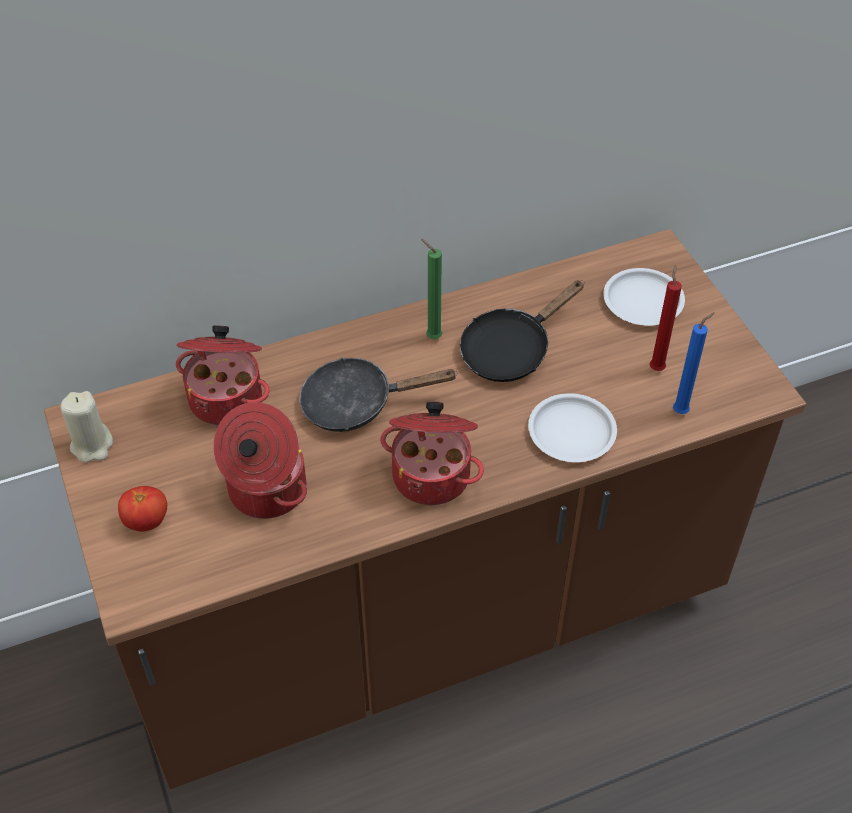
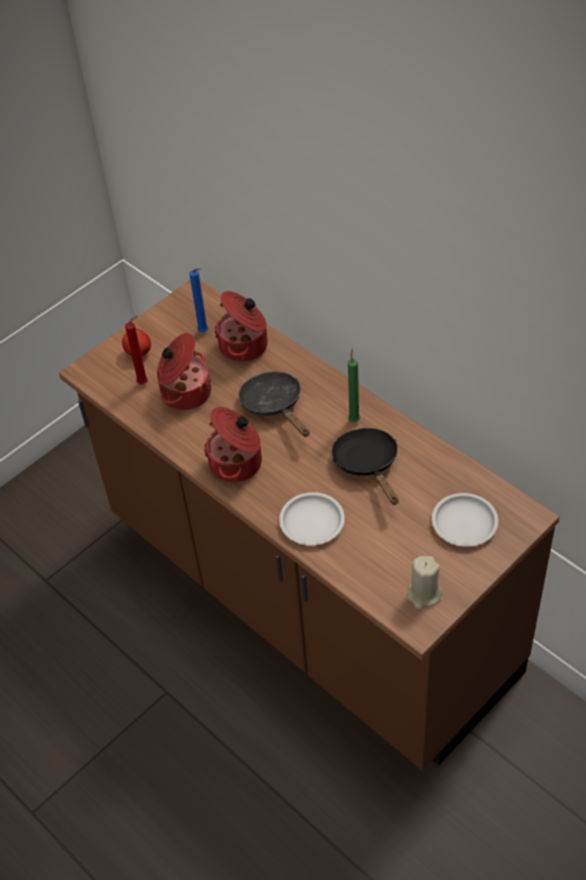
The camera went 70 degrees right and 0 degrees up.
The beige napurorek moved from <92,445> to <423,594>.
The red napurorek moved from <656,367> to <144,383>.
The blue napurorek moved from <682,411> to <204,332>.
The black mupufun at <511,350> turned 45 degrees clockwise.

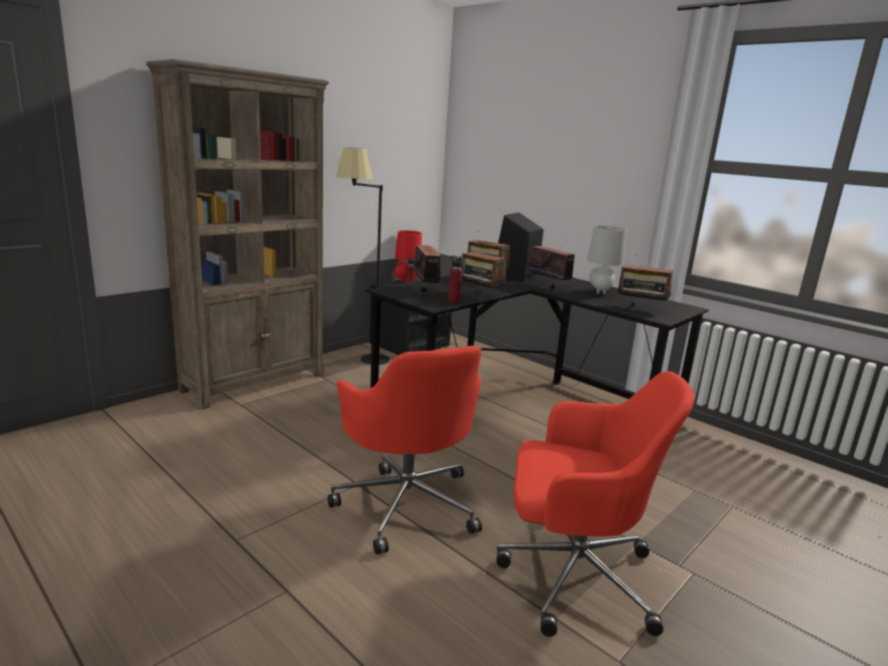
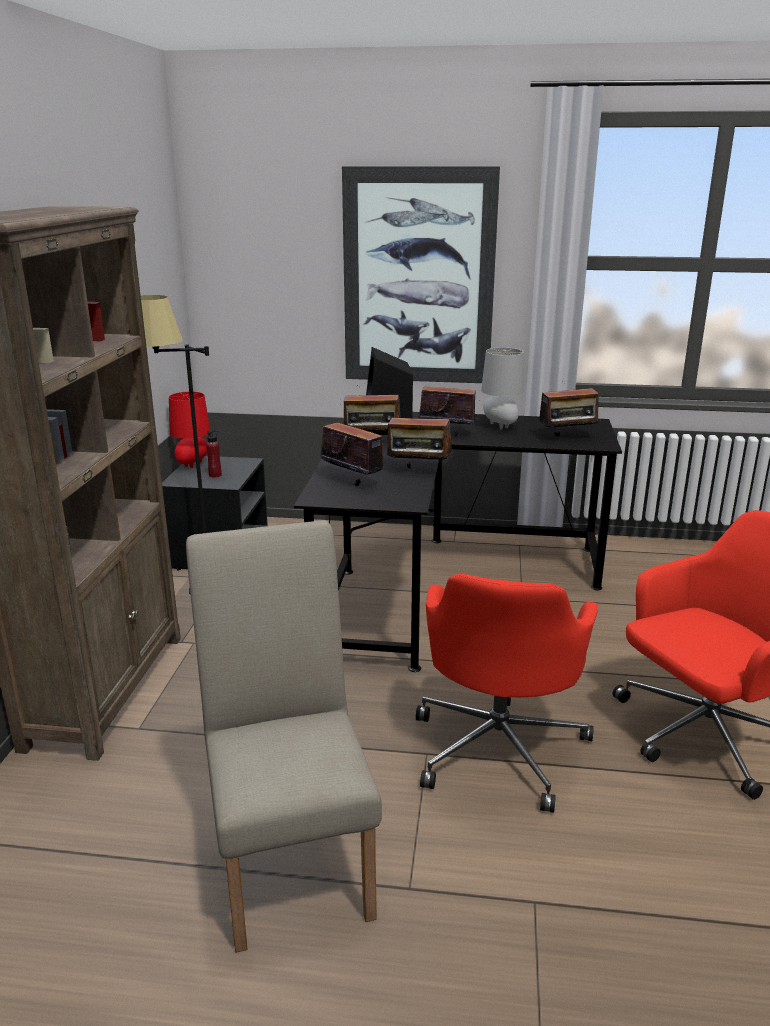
The camera went 35 degrees left and 5 degrees up.
The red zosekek at <453,301> disappeared.
The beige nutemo at <292,855> appeared.
The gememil at <418,278> appeared.
The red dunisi at <407,503> turned 75 degrees clockwise.

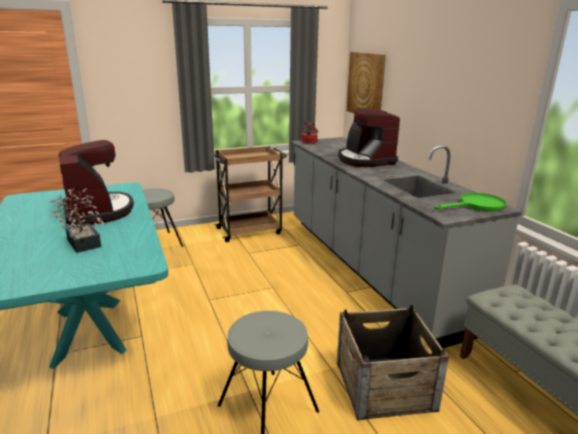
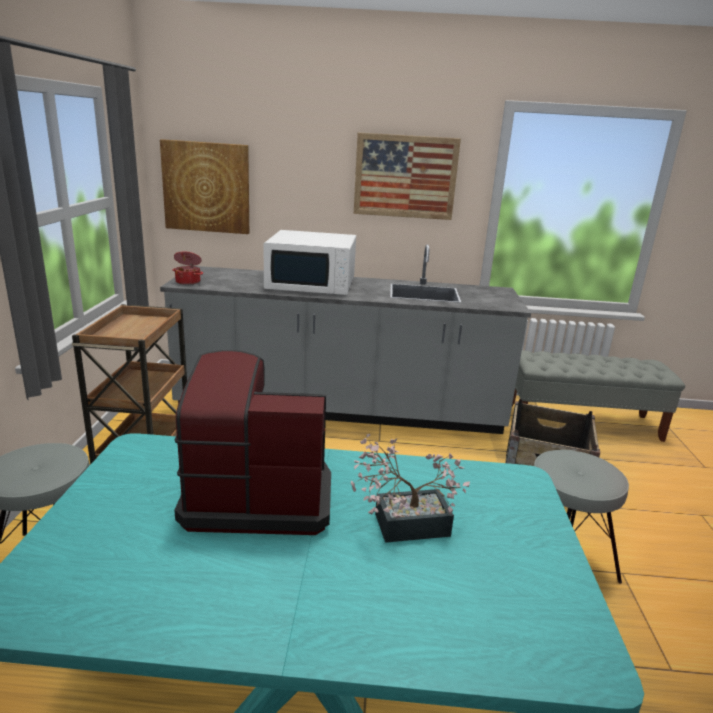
The camera went 65 degrees left and 0 degrees up.
The green mupufun at <476,206> disappeared.
The gememil at <405,176> appeared.
The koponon at <365,160> was replaced by the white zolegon at <312,284>.

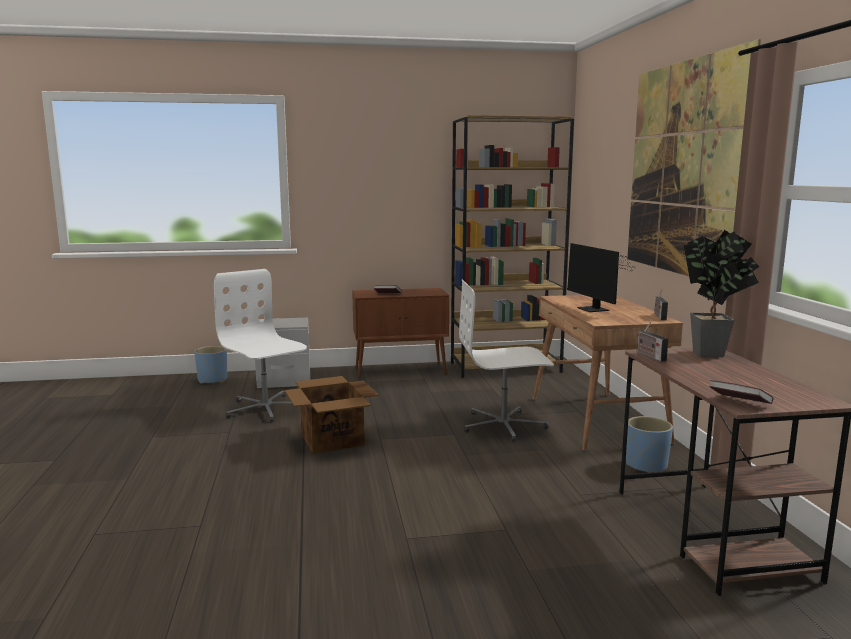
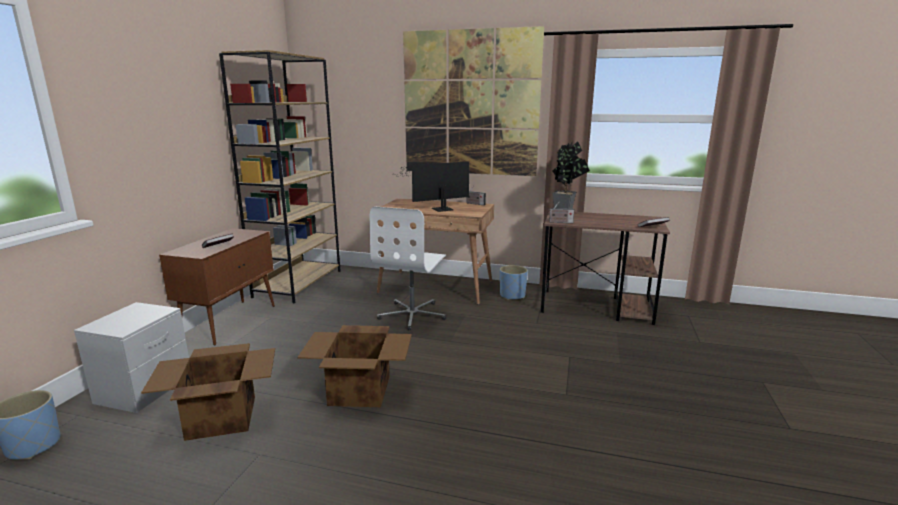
The camera went 65 degrees left and 5 degrees up.
The white dunisi at <265,409> was replaced by the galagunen at <220,417>.
The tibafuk at <594,310> turned 150 degrees clockwise.

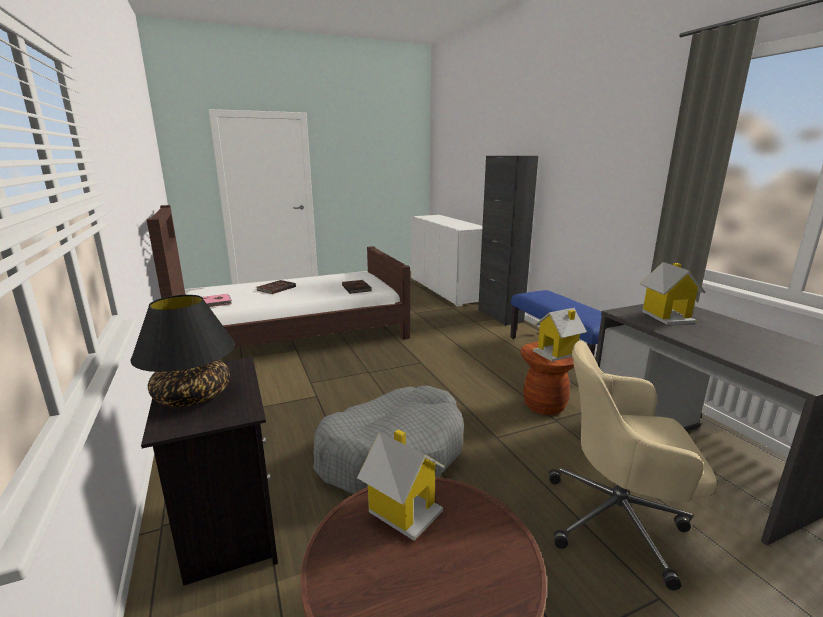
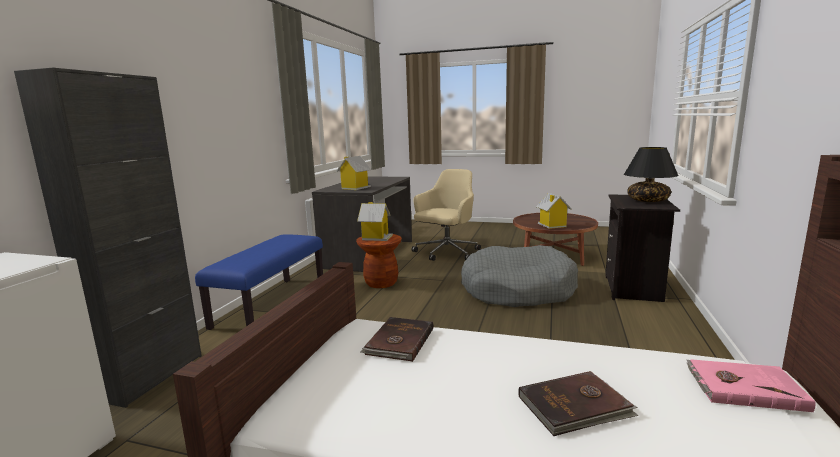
The camera went 140 degrees left and 5 degrees down.
The beige dunisi at <618,521> turned 105 degrees counterclockwise.

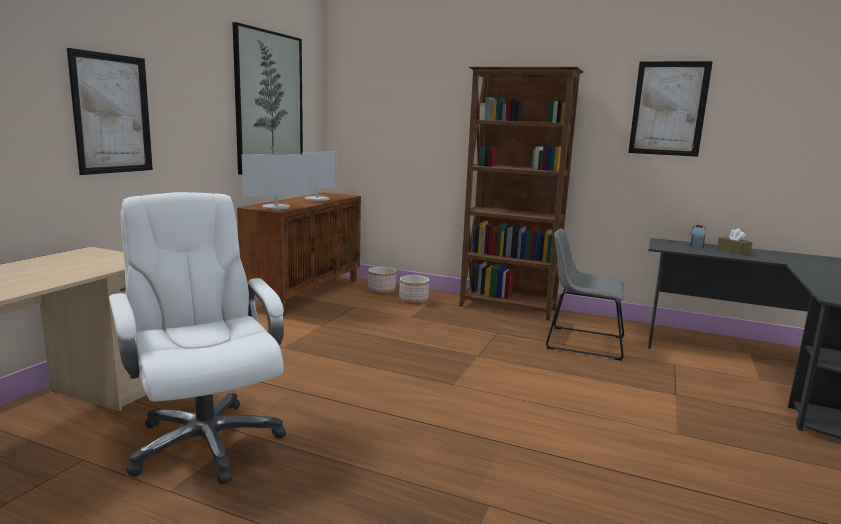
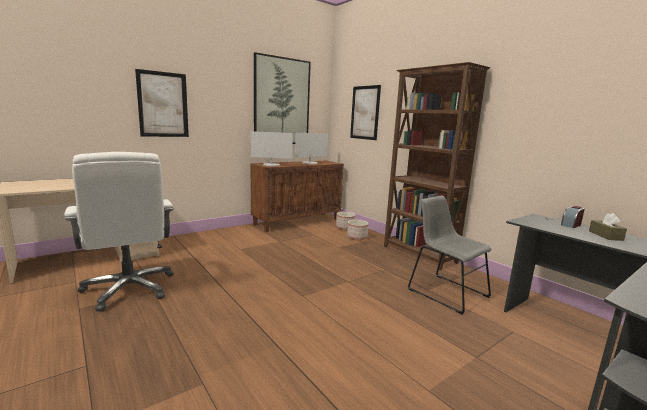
The camera went 30 degrees right and 0 degrees up.
The gememil moved from <668,108> to <365,112>.
The white dunisi at <205,442> turned 150 degrees clockwise.

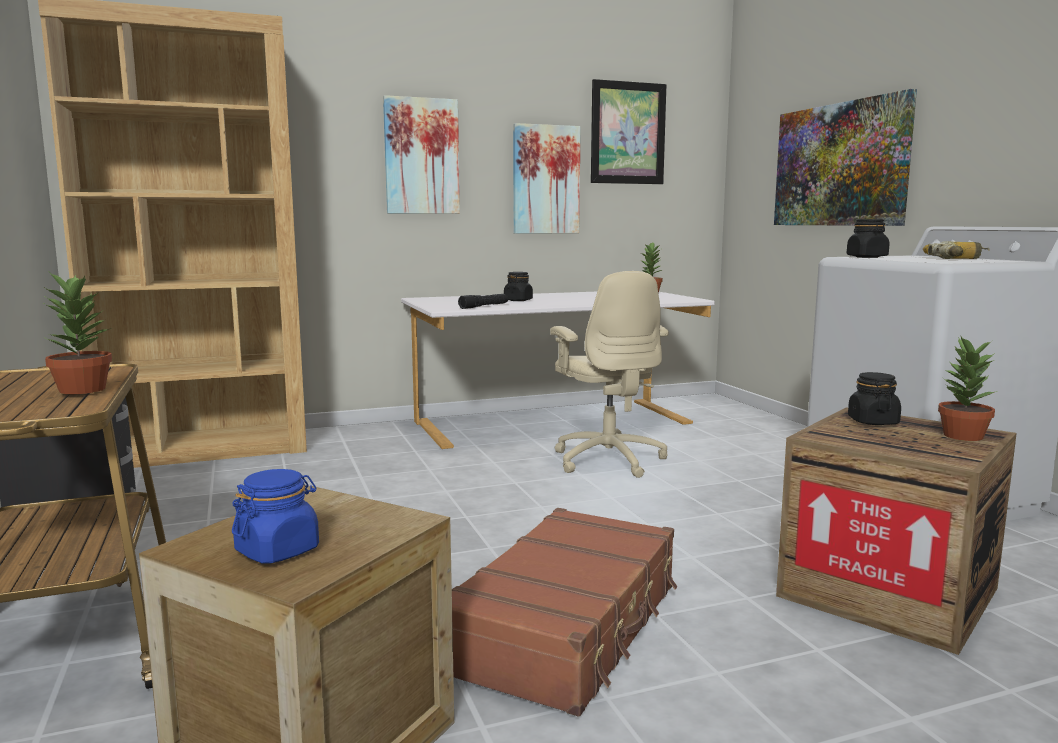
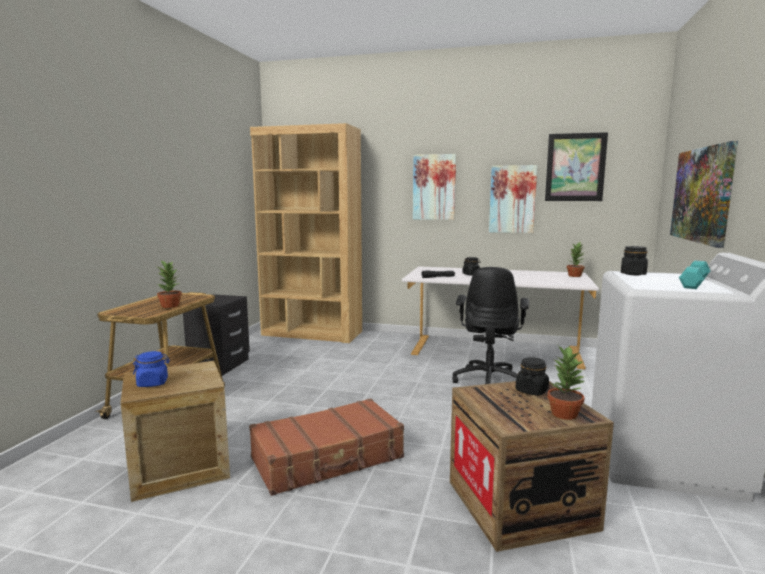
The camera went 35 degrees right and 0 degrees up.
The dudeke at <958,259> was replaced by the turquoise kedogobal at <694,283>.
The beige dunisi at <608,460> became the black dunisi at <489,380>.

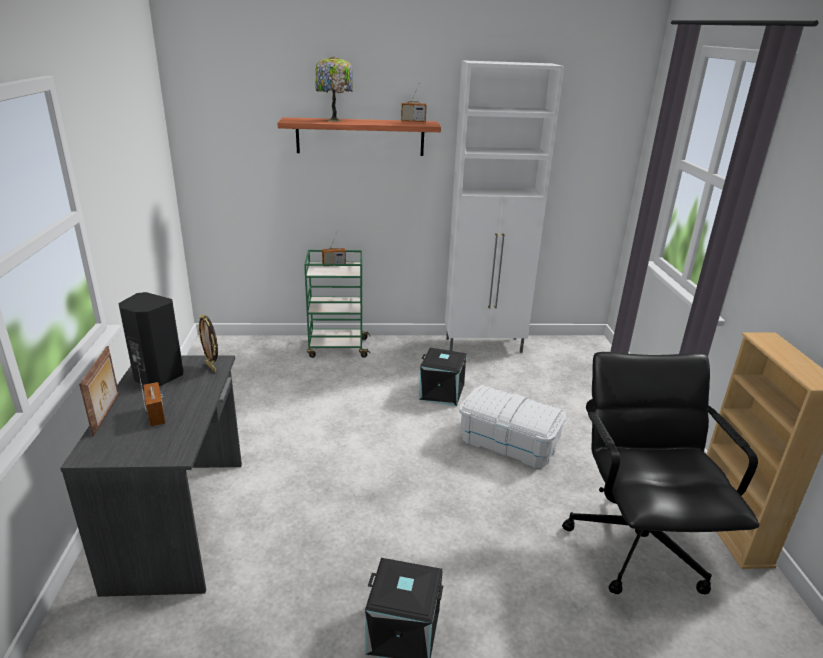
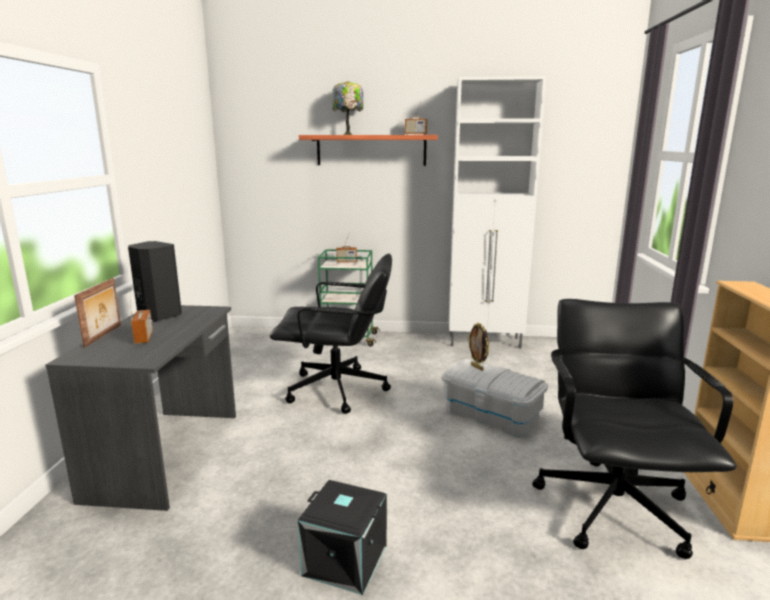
The camera went 10 degrees right and 10 degrees down.
The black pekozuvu at <442,392> disappeared.
The black dunisi at <338,390> appeared.
The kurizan moved from <212,367> to <477,367>.

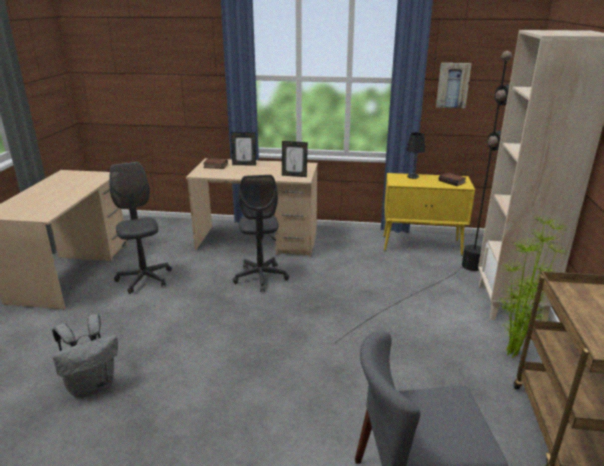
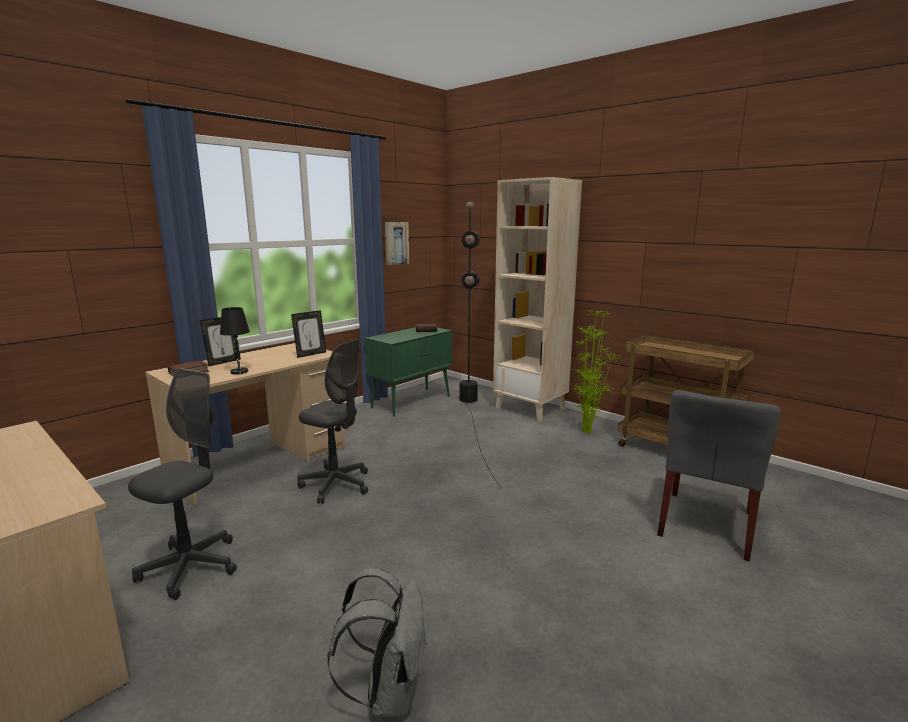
The camera went 55 degrees left and 10 degrees down.
The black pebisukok moved from <412,176> to <239,372>.
The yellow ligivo at <422,245> became the green ligivo at <412,401>.
The grey dunisi at <144,279> turned 105 degrees clockwise.

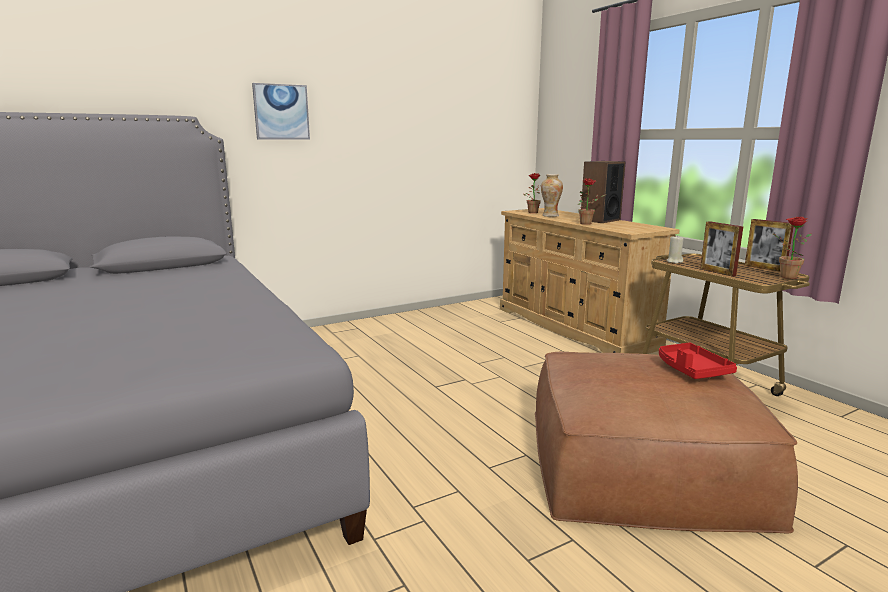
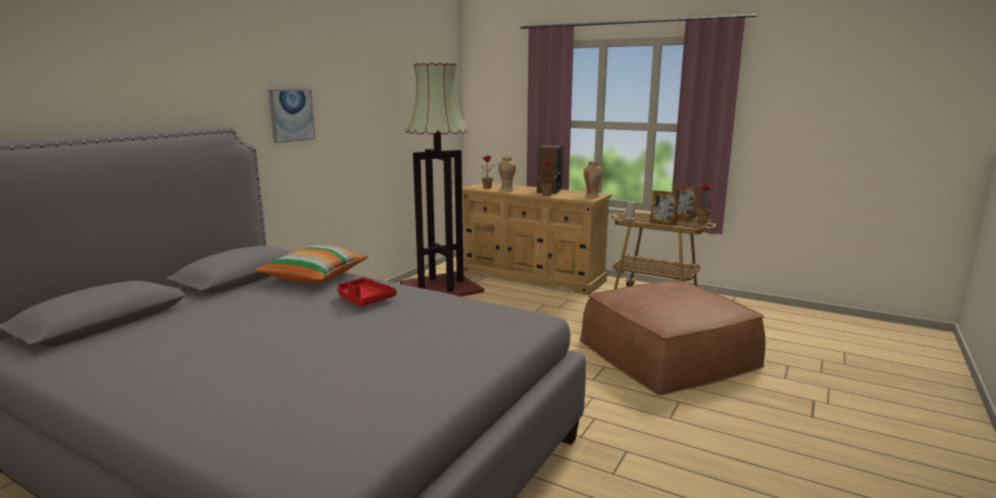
The camera went 30 degrees left and 0 degrees up.
The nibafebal at <315,277> appeared.
The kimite at <441,287> appeared.
The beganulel at <591,196> appeared.
The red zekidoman moved from <691,370> to <364,299>.

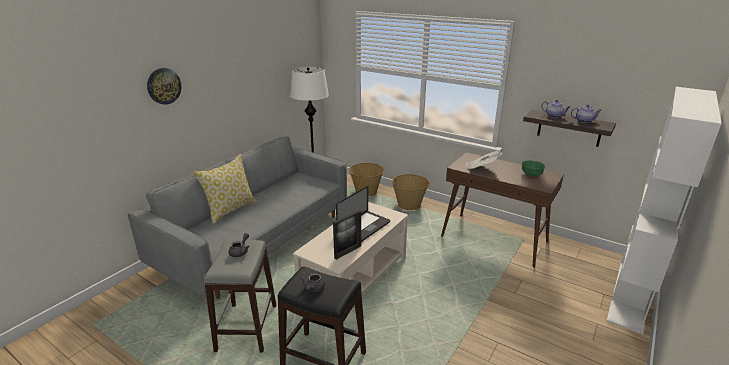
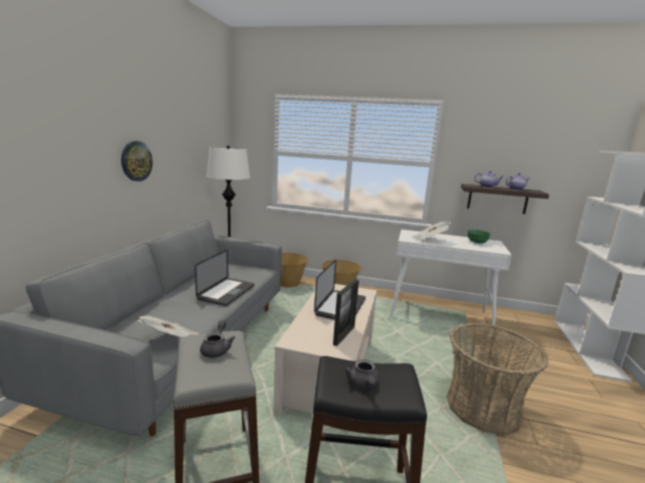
The camera went 20 degrees left and 10 degrees down.
The nibafebal at <230,210> disappeared.
The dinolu at <170,339> appeared.
The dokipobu at <226,292> appeared.
The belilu at <483,408> appeared.
The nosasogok moved from <164,86> to <136,161>.
The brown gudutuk at <494,239> became the white gudutuk at <439,314>.

